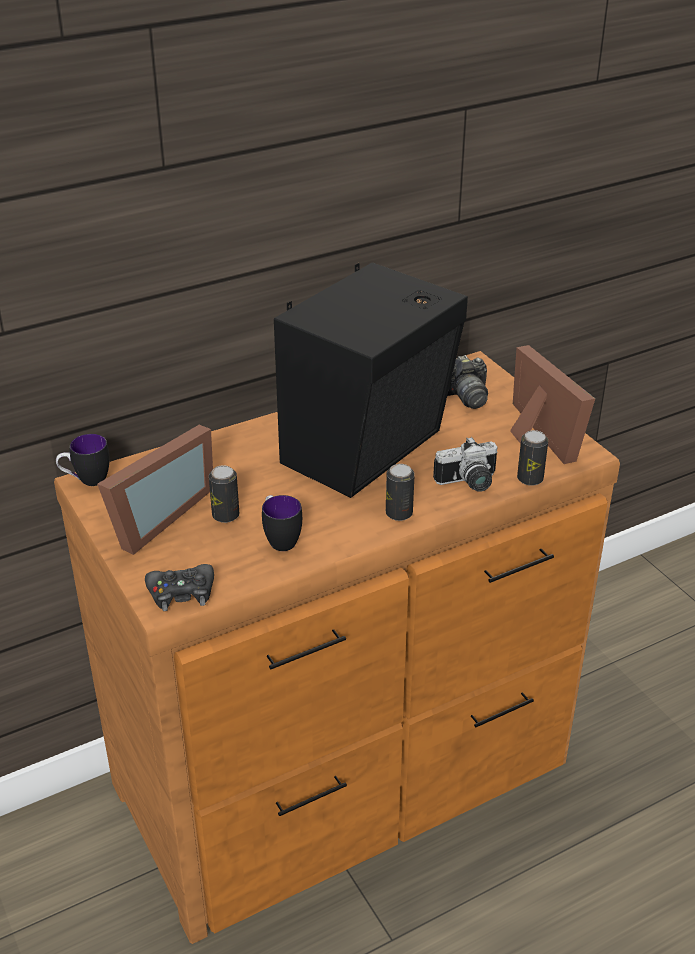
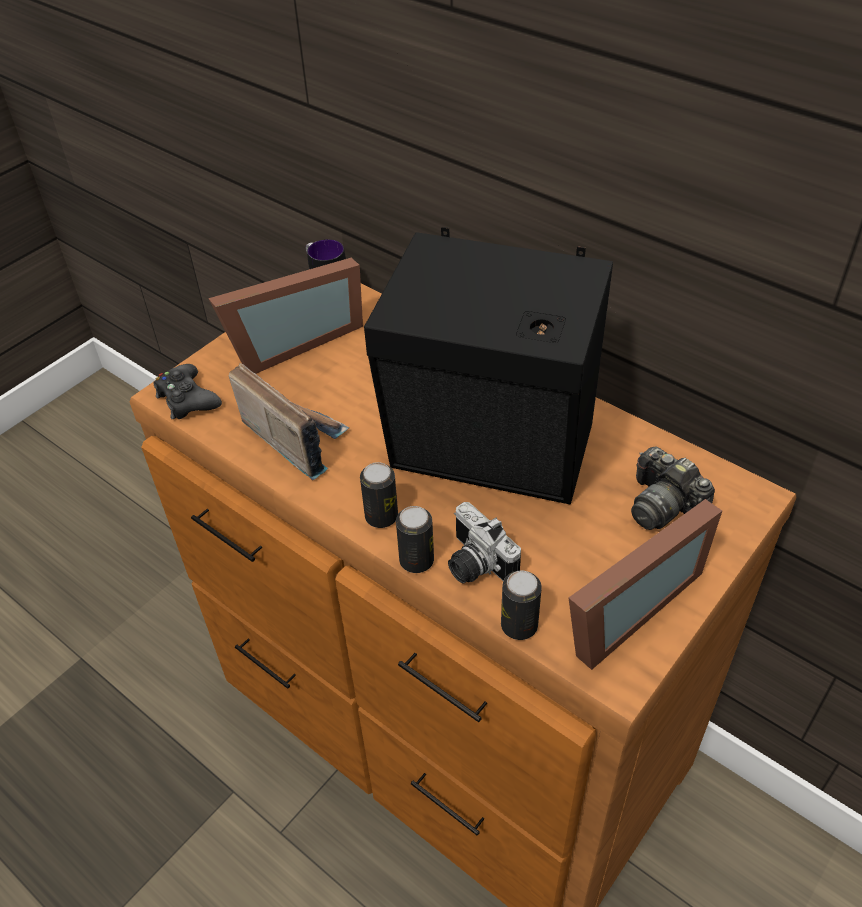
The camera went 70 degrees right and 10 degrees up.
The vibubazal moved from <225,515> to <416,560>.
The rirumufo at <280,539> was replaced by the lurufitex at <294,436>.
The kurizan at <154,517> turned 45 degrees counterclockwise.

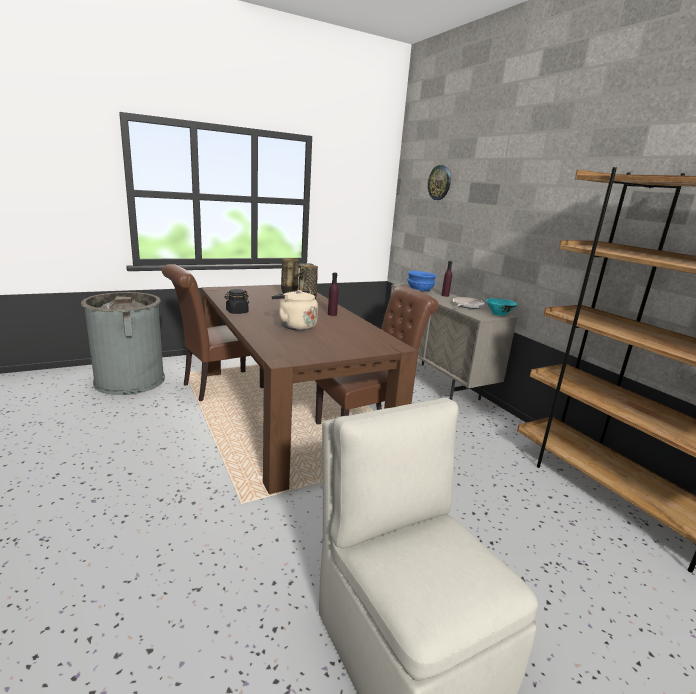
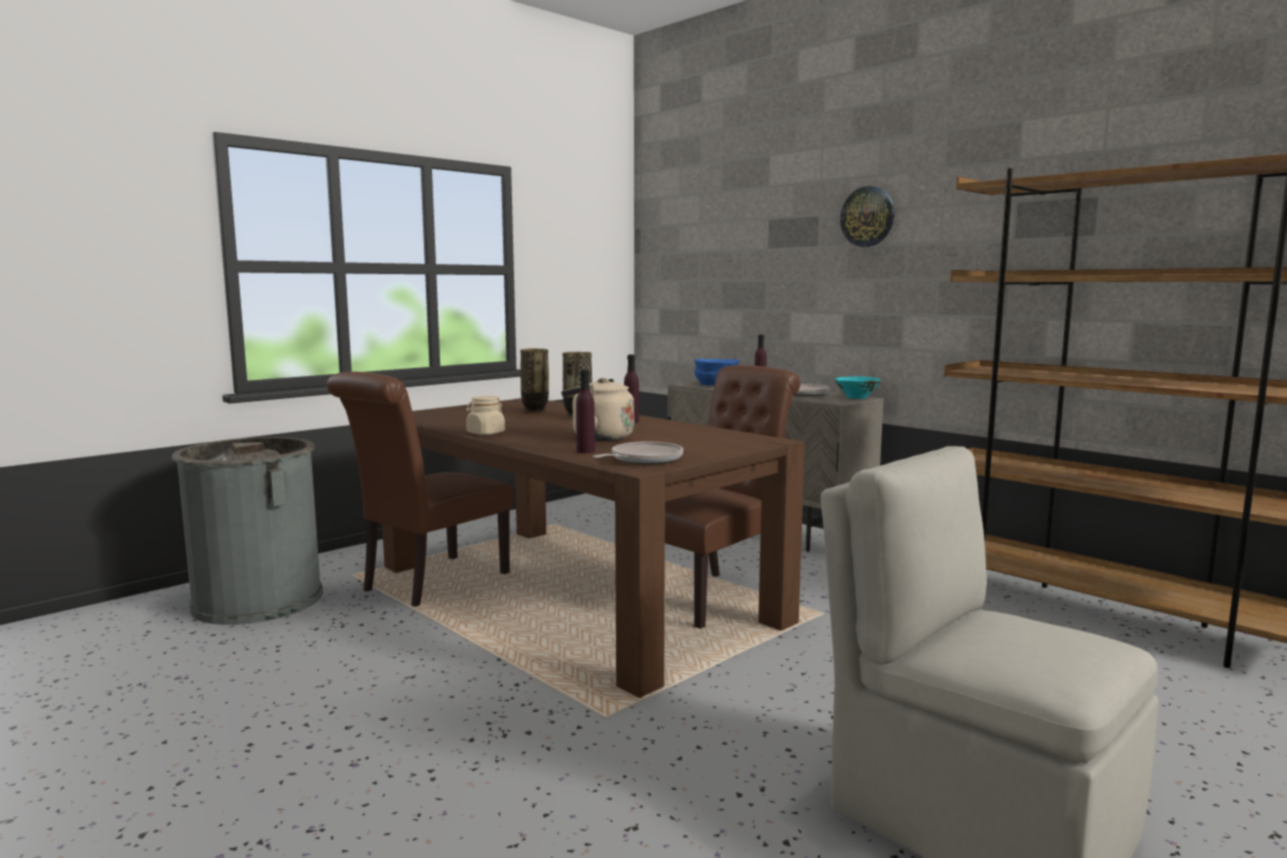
The camera went 15 degrees left and 10 degrees down.
The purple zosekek at <585,451> appeared.
The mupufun at <643,460> appeared.
The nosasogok moved from <439,182> to <867,216>.
The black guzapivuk at <237,312> became the beige guzapivuk at <485,433>.

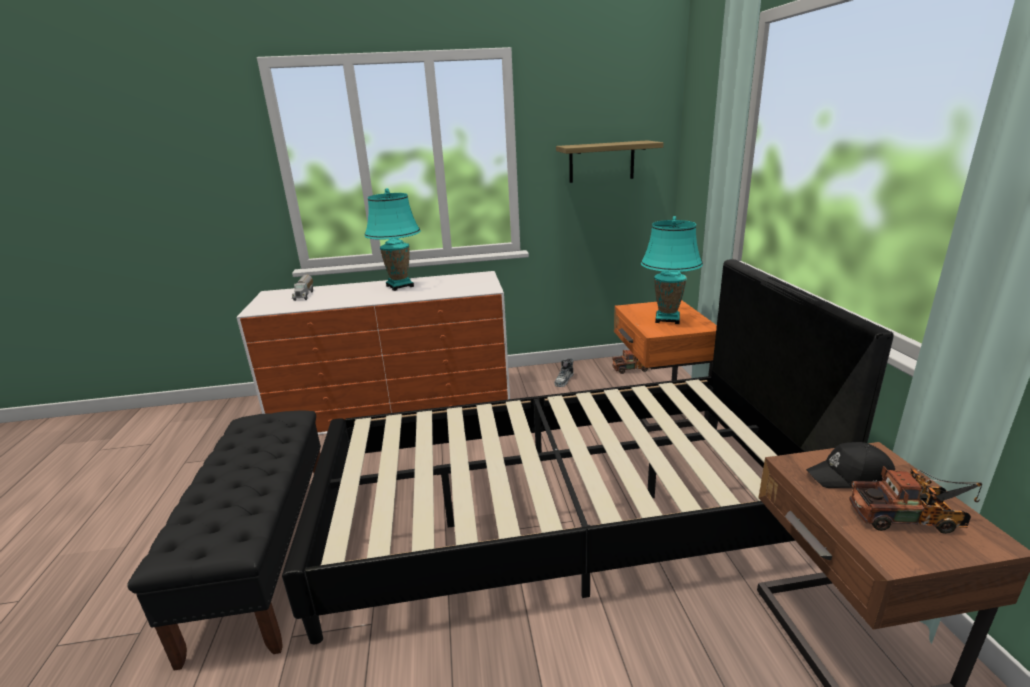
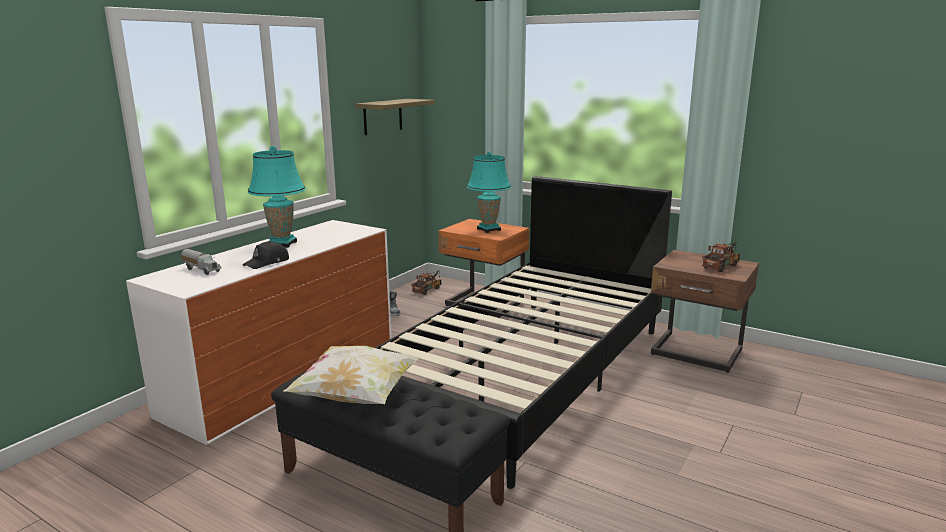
The camera went 50 degrees left and 5 degrees down.
The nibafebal at <356,396> appeared.
The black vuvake moved from <850,477> to <267,262>.

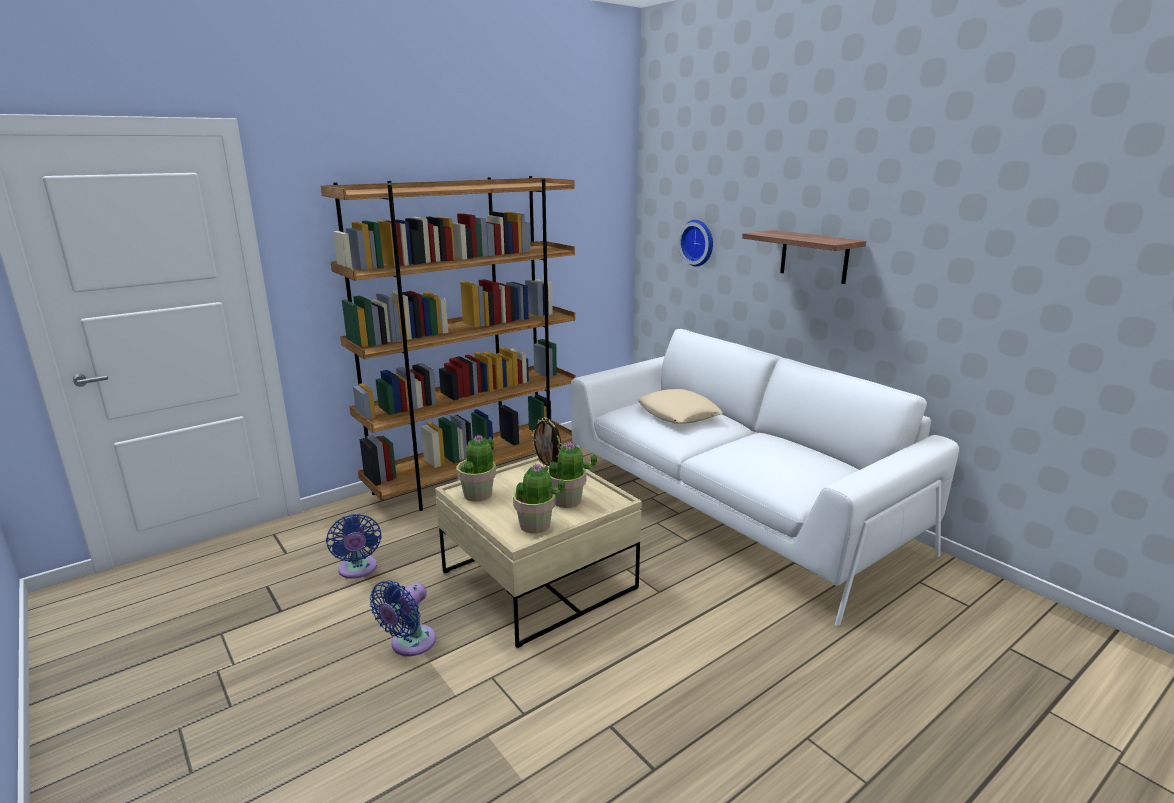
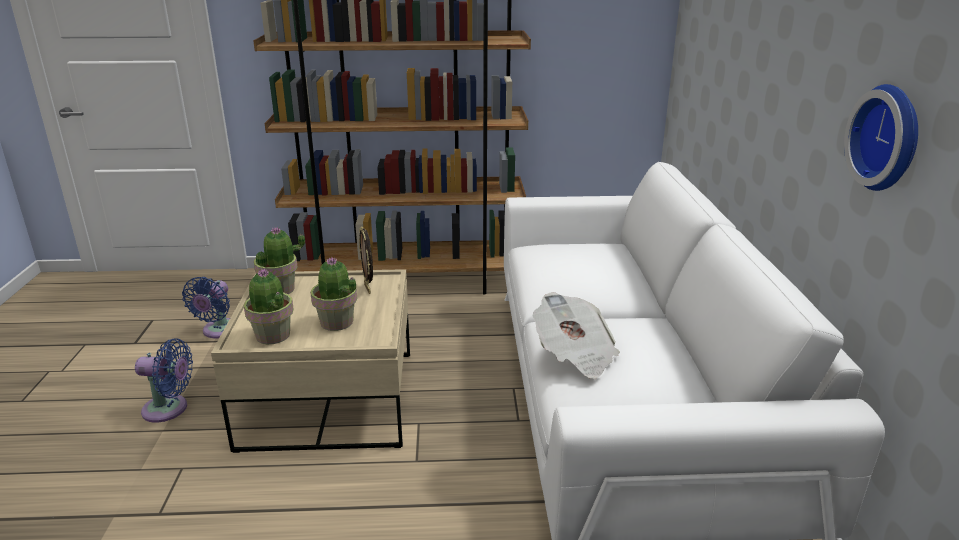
The camera went 35 degrees right and 5 degrees up.
The beige nibafebal at <678,414> disappeared.
The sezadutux at <814,256> disappeared.
The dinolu at <575,354> appeared.
The nosasogok moved from <698,242> to <889,138>.
The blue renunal at <409,644> turned 150 degrees counterclockwise.

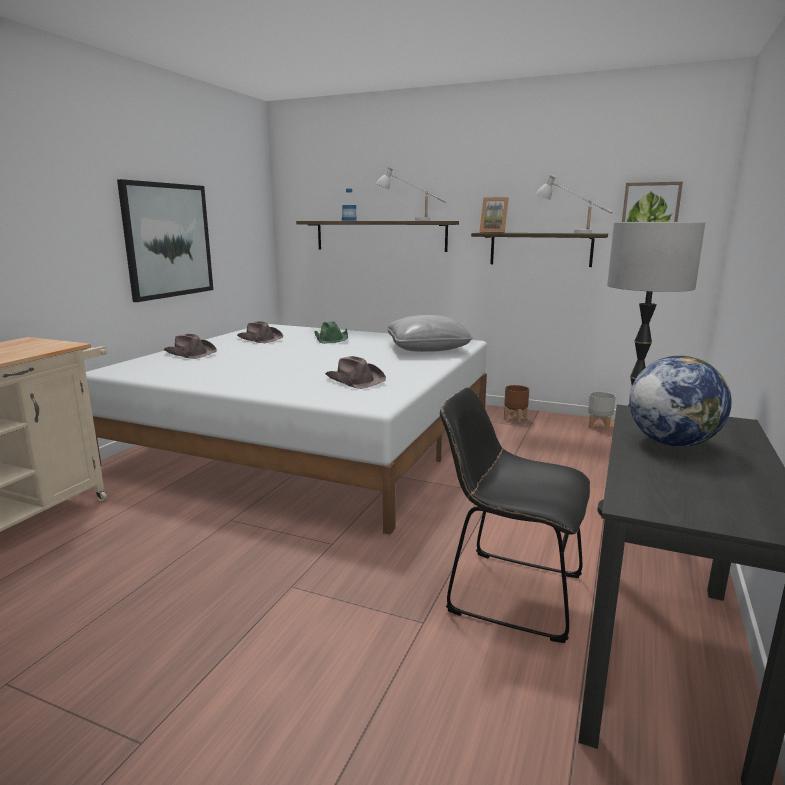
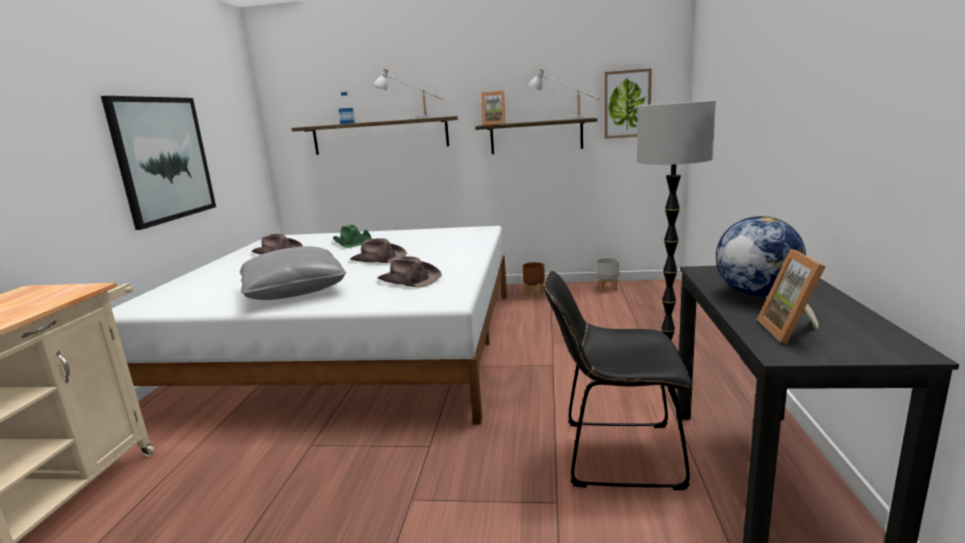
The camera went 15 degrees left and 0 degrees up.
The kurizan at <793,331> appeared.
The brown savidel moved from <190,353> to <378,258>.
The grey nibafebal moved from <427,348> to <294,291>.

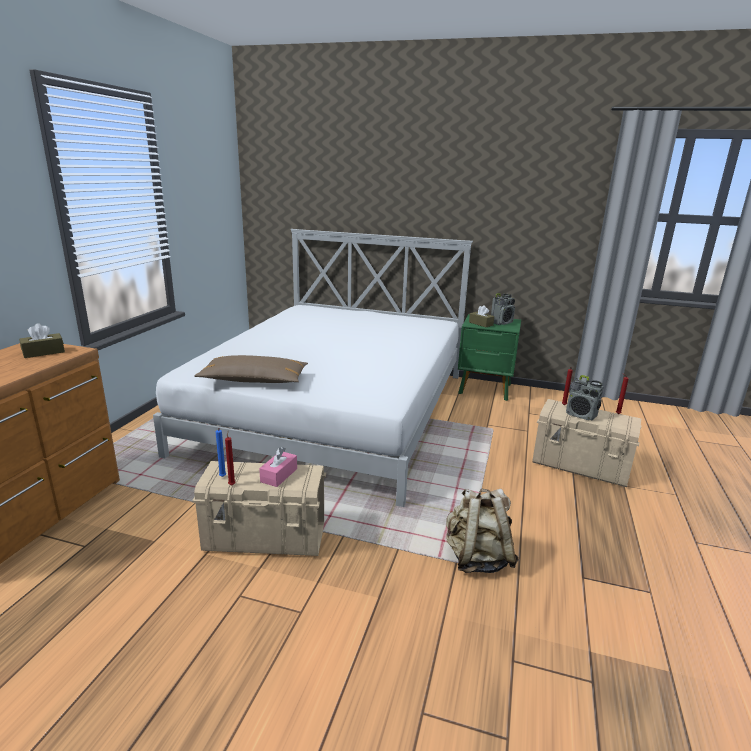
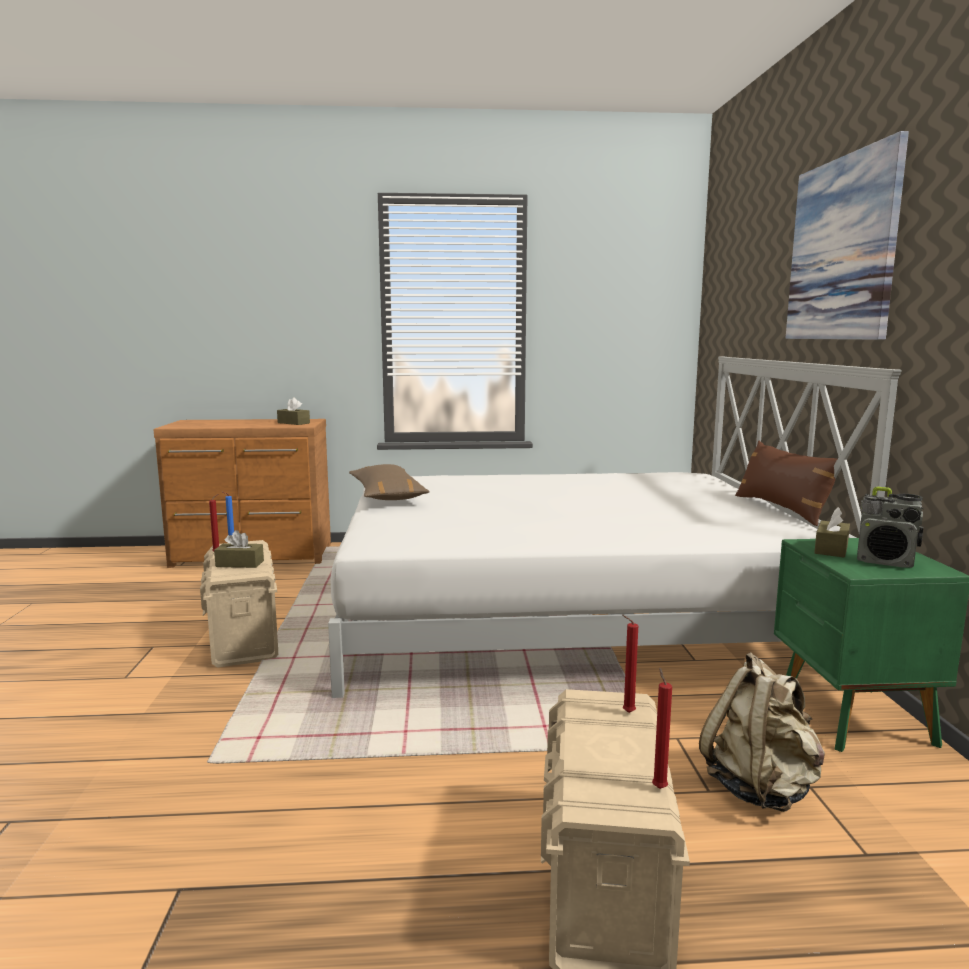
The camera went 70 degrees right and 10 degrees down.
The lurufitex at <581,415> disappeared.
The brown nibafebal at <782,509> appeared.
The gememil at <842,249> appeared.
The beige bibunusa moved from <477,558> to <760,788>.
The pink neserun at <279,475> became the brown neserun at <240,564>.

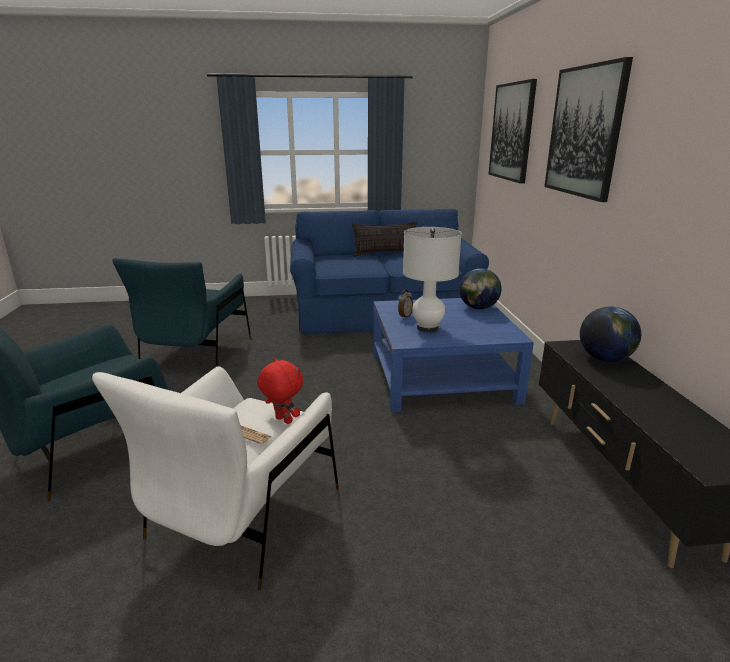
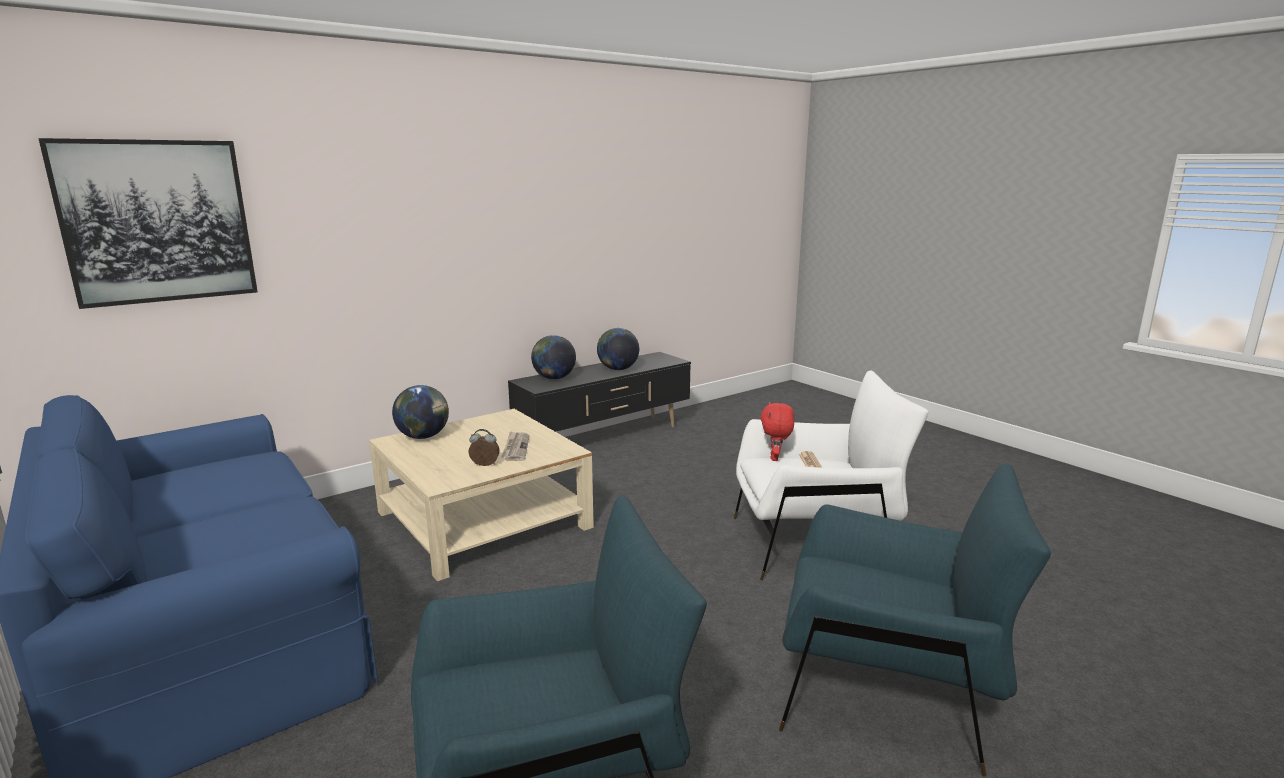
The camera went 120 degrees left and 5 degrees down.
The nibafebal at <385,254> disappeared.
The gememil at <584,131> disappeared.
The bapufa at <618,369> appeared.
The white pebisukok at <427,328> was replaced by the dinolu at <516,448>.
The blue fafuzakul at <441,376> became the beige fafuzakul at <483,519>.

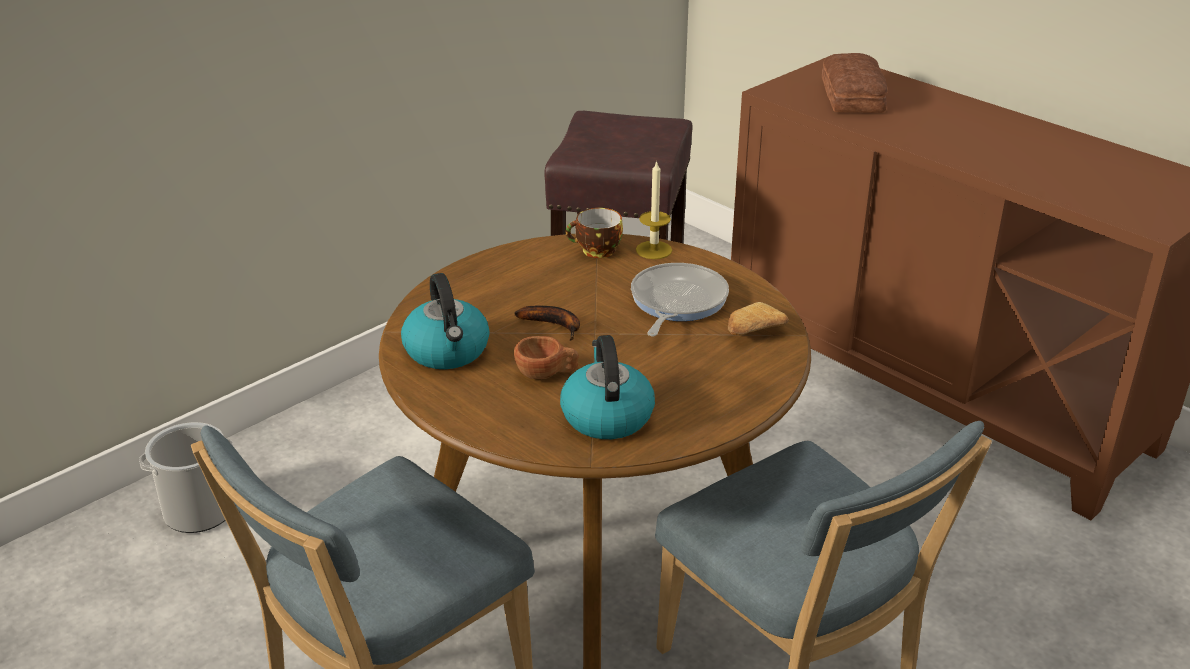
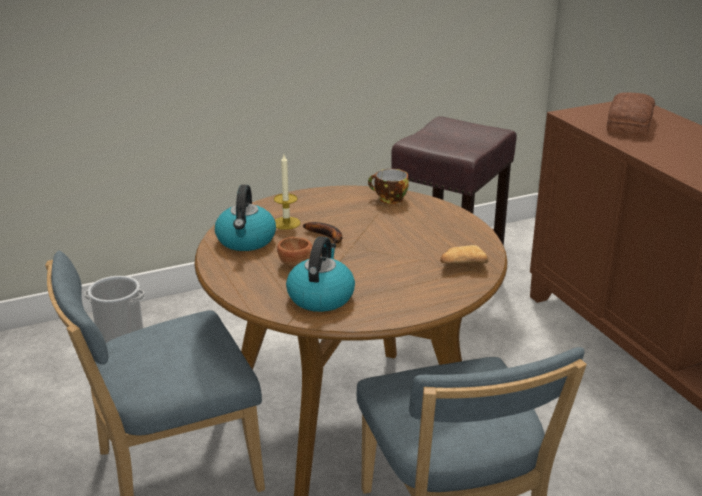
The camera went 20 degrees right and 5 degrees down.
The mupufun at <676,302> disappeared.
The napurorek moved from <654,250> to <286,223>.

